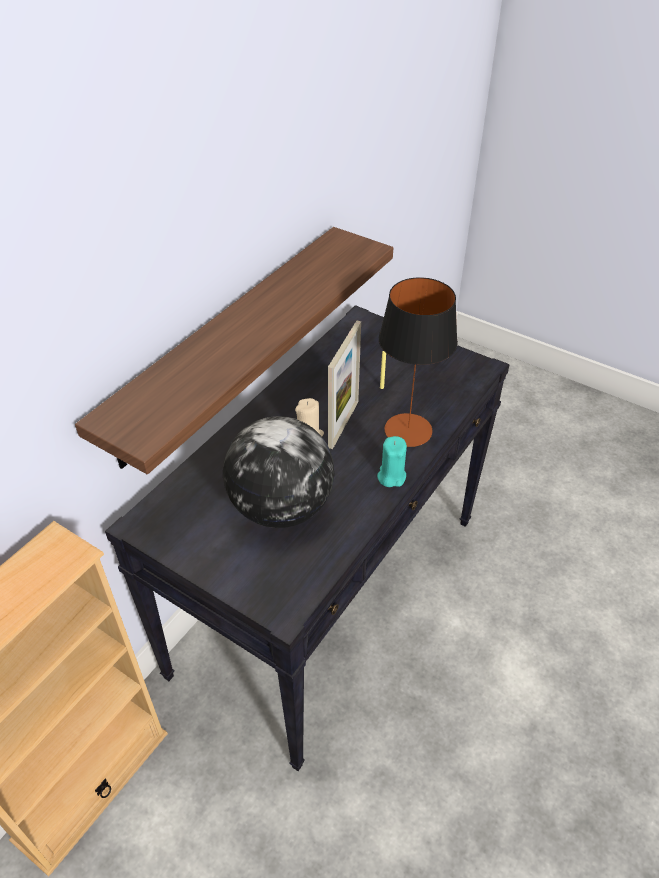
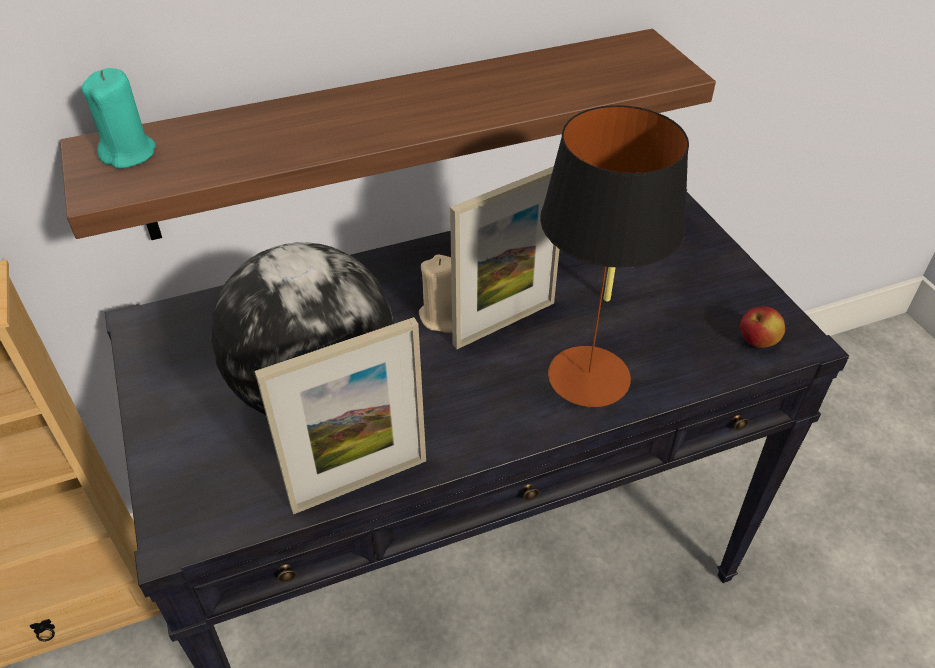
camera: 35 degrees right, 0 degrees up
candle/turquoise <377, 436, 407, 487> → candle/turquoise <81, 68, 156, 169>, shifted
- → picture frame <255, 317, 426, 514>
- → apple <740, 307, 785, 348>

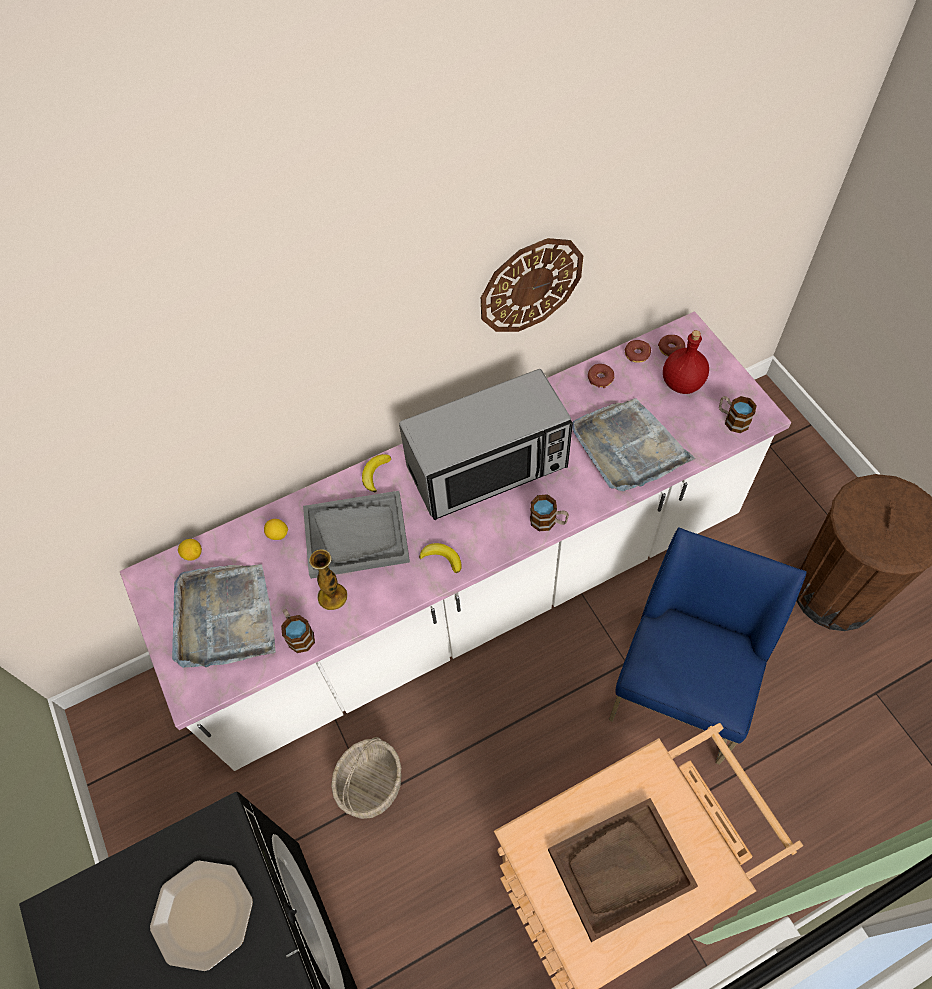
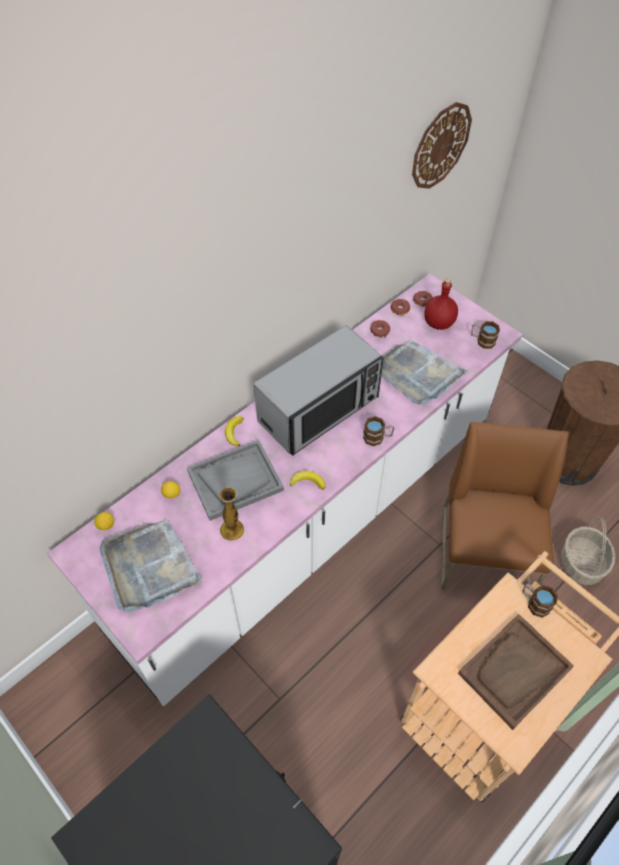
camera: 20 degrees left, 5 degrees down
wall clock <481, 238, 583, 332> → wall clock <412, 102, 472, 189>, shifted
chair/blue <609, 527, 807, 765> → chair/brown <441, 422, 569, 590>
mug <281, 609, 315, 653> → mug <522, 584, 558, 618>, shifted
basket <331, 737, 401, 819> → basket <561, 517, 615, 585>, shifted
plate <150, 861, 253, 971> → -

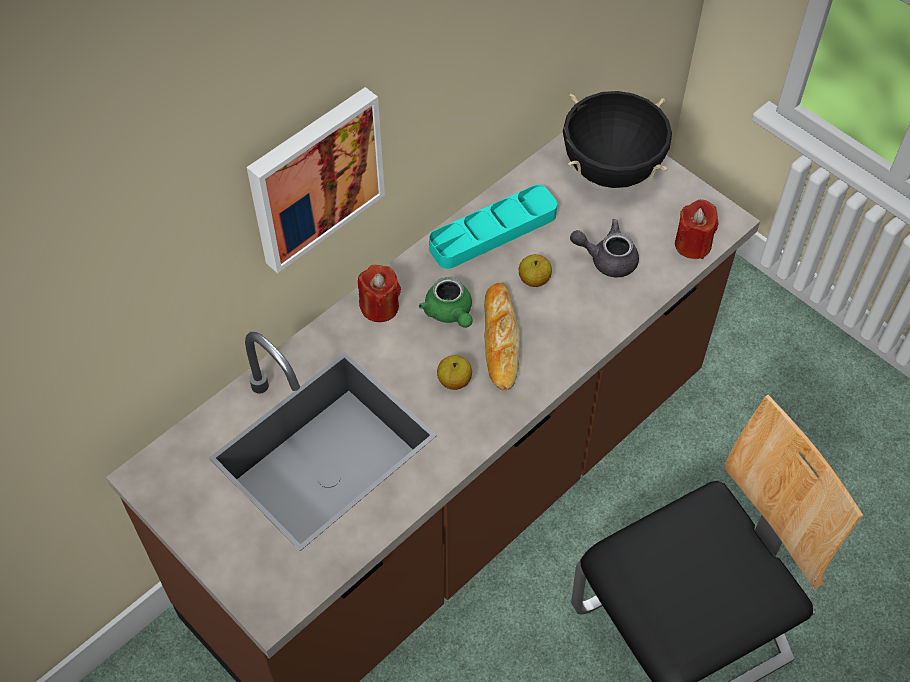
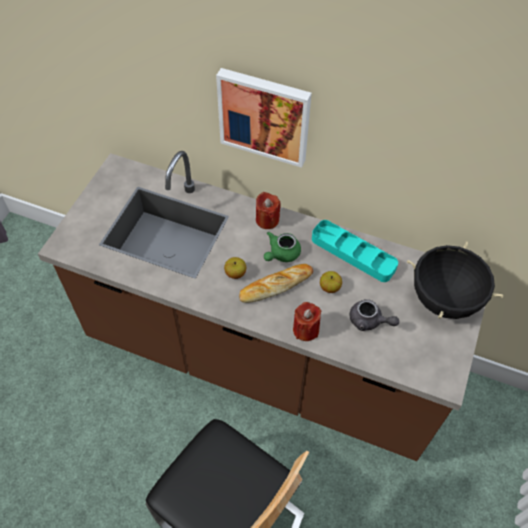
camera: 65 degrees right, 0 degrees up
candle/red <675, 200, 719, 259> → candle/red <293, 302, 321, 341>, shifted
teapot/grey <570, 219, 639, 278> → teapot/grey <350, 299, 399, 331>, 135 degrees clockwise

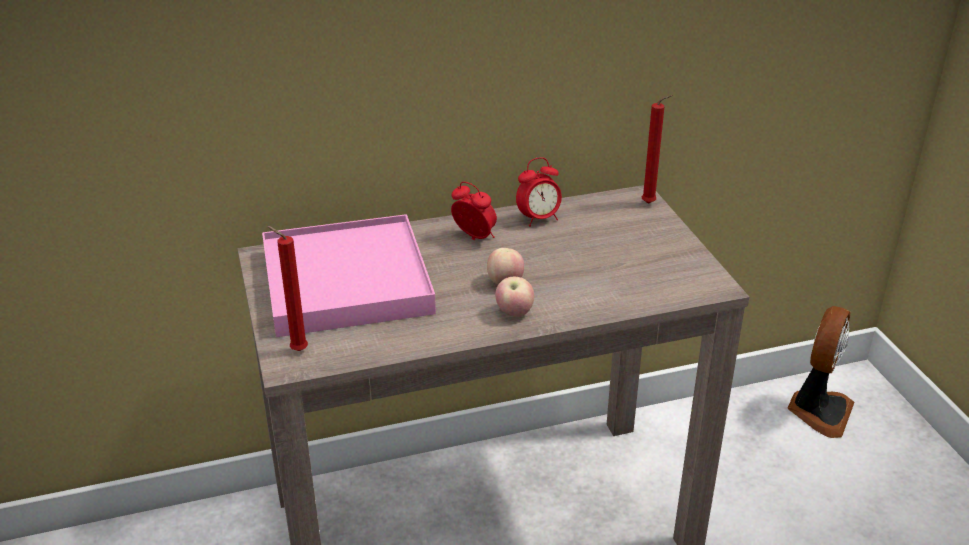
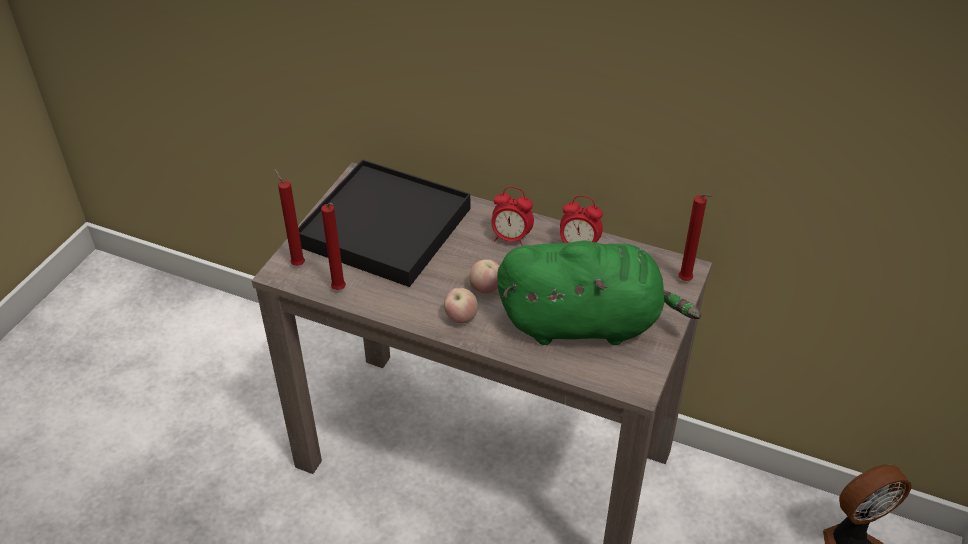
camera: 40 degrees right, 10 degrees up
tray/pink <262, 214, 436, 337> → tray/black <298, 160, 470, 287>
- → candle/red <321, 203, 346, 290>
alarm clock <451, 182, 497, 240> → alarm clock <491, 187, 534, 245>, 120 degrees clockwise
- → plush toy/green <497, 241, 701, 345>

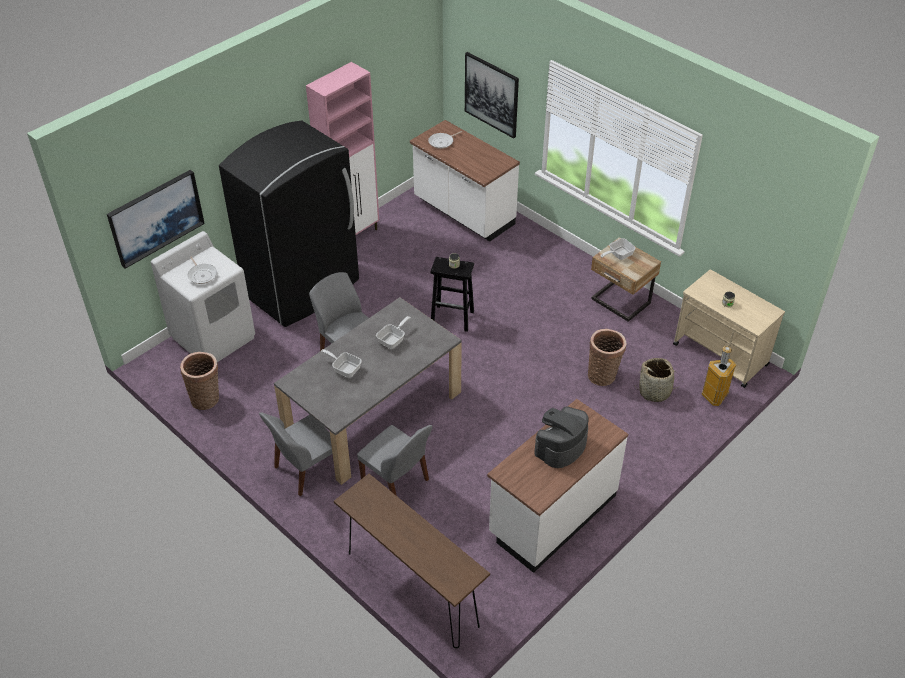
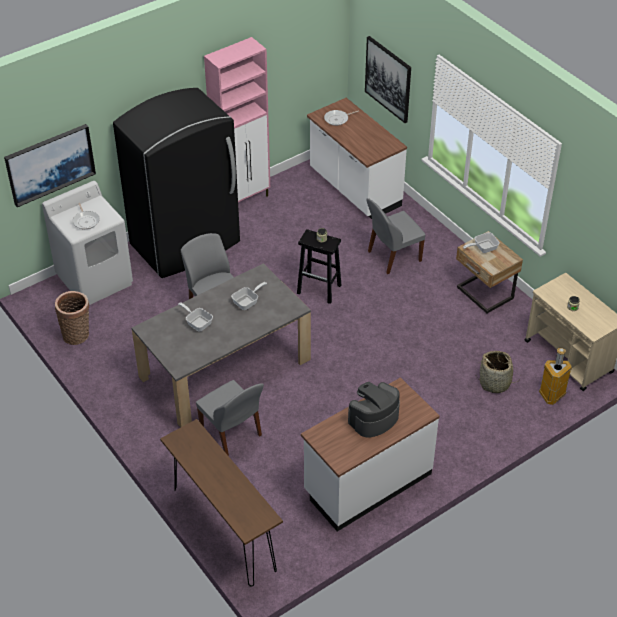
camera: 10 degrees right, 0 degrees up
chair/grey <259, 412, 332, 496> → chair/grey <366, 198, 425, 274>, shifted
basket <588, 329, 626, 386> → -

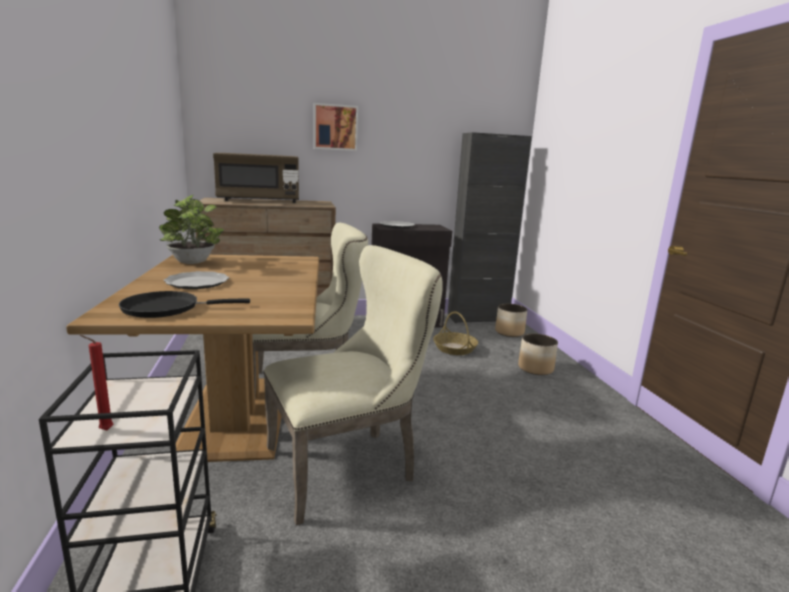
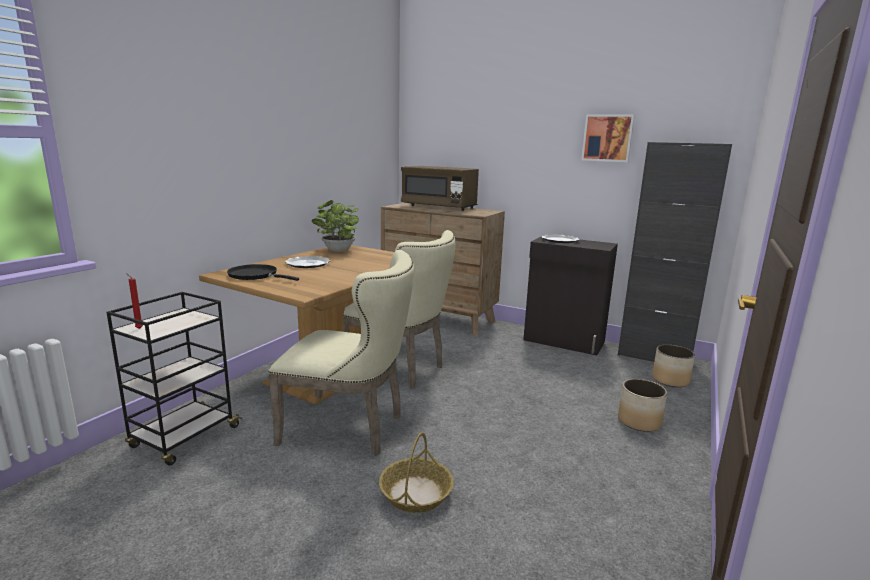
camera: 40 degrees right, 0 degrees up
basket <433, 311, 478, 355> → basket <379, 432, 454, 513>, shifted
picture <314, 103, 358, 151> → picture <581, 114, 635, 162>, shifted

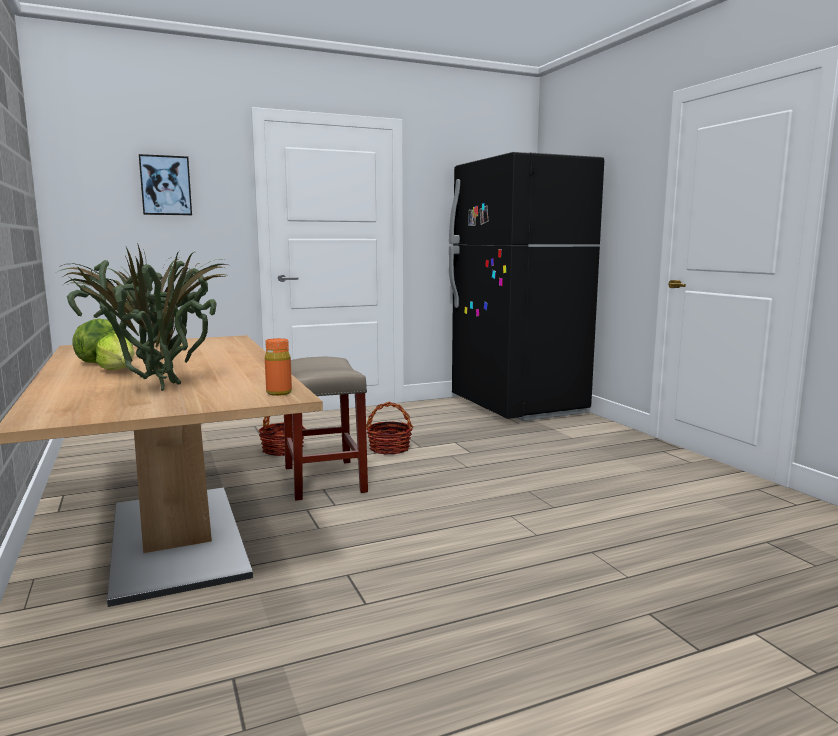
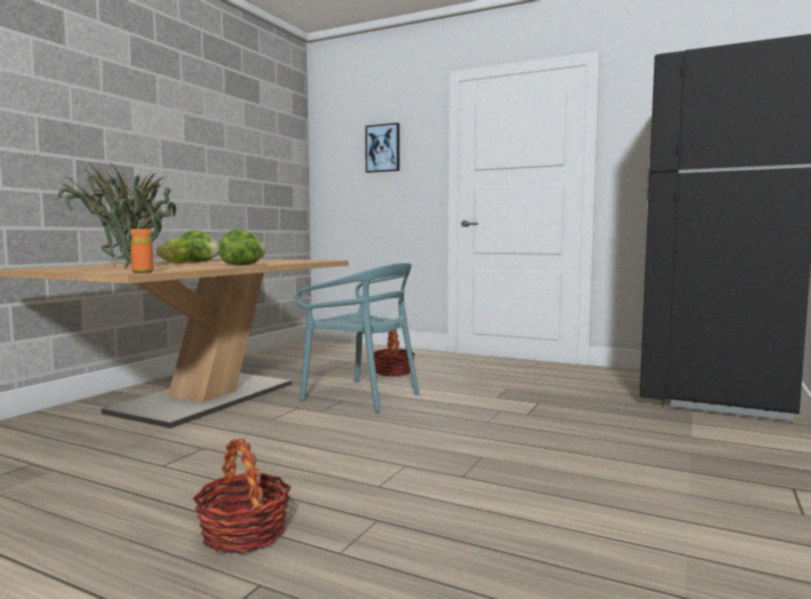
camera: 50 degrees right, 5 degrees down
basket <366, 402, 413, 454> → basket <193, 439, 291, 554>, shifted
- → lettuce <219, 229, 265, 265>
stool/beige <284, 357, 368, 501> → chair/turquoise <295, 263, 419, 412>

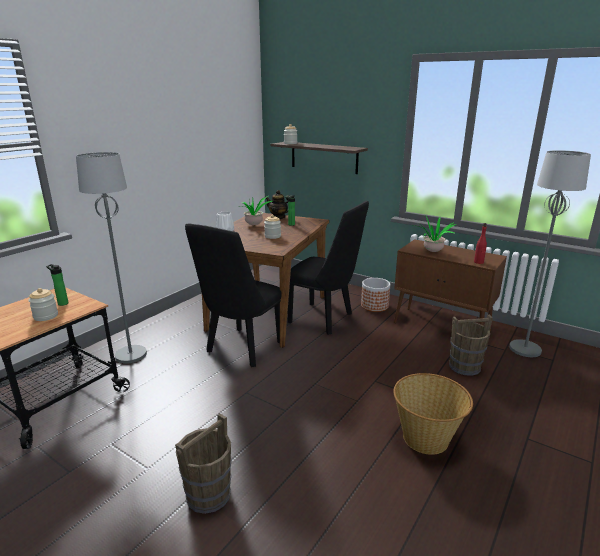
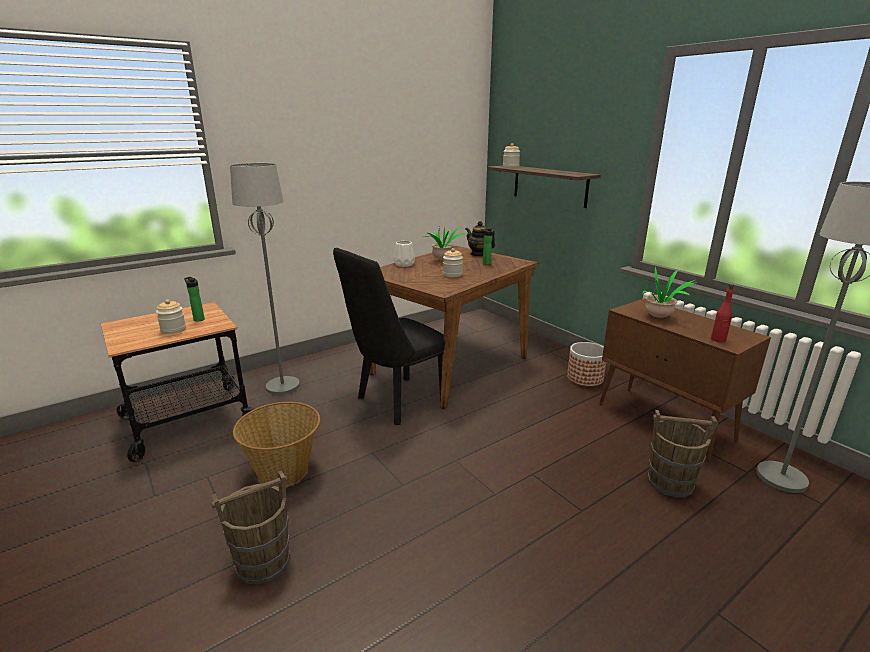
camera: 20 degrees right, 0 degrees up
basket <393, 373, 473, 455> → basket <233, 402, 320, 488>, shifted
chair/black <288, 201, 369, 335> → -

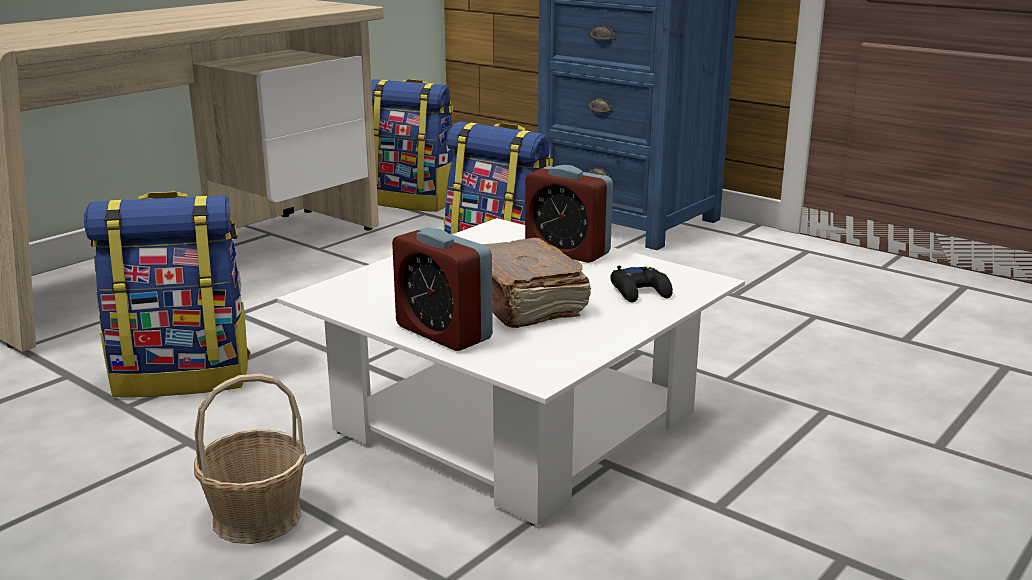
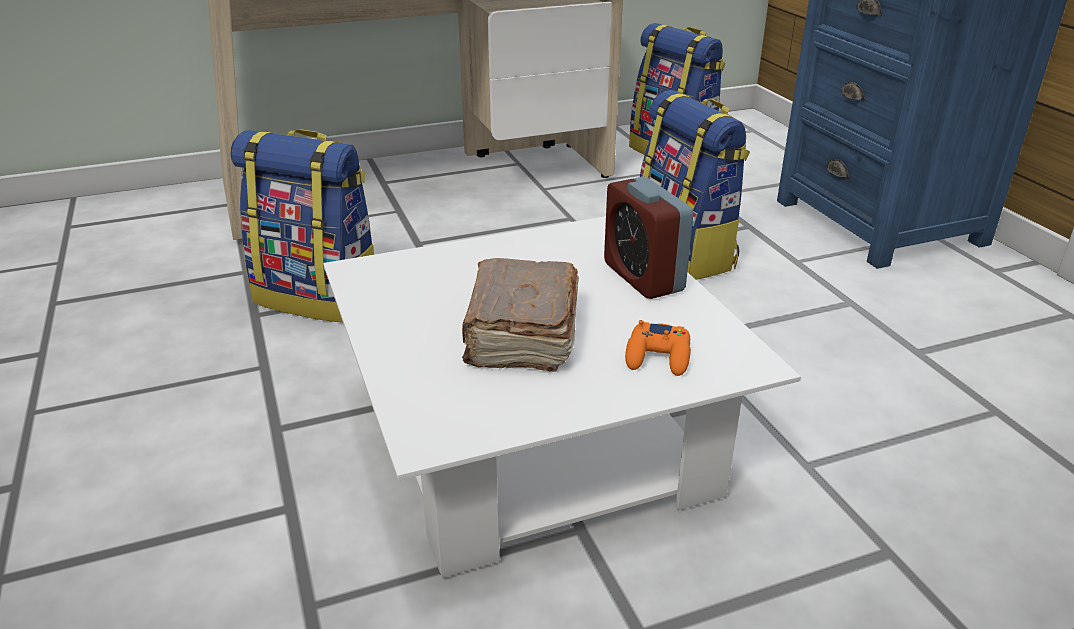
camera: 30 degrees right, 10 degrees up
game controller/black <610, 266, 673, 302> → game controller/orange <625, 320, 691, 376>
basket <194, 373, 307, 544> → -
alarm clock <392, 227, 493, 351> → -

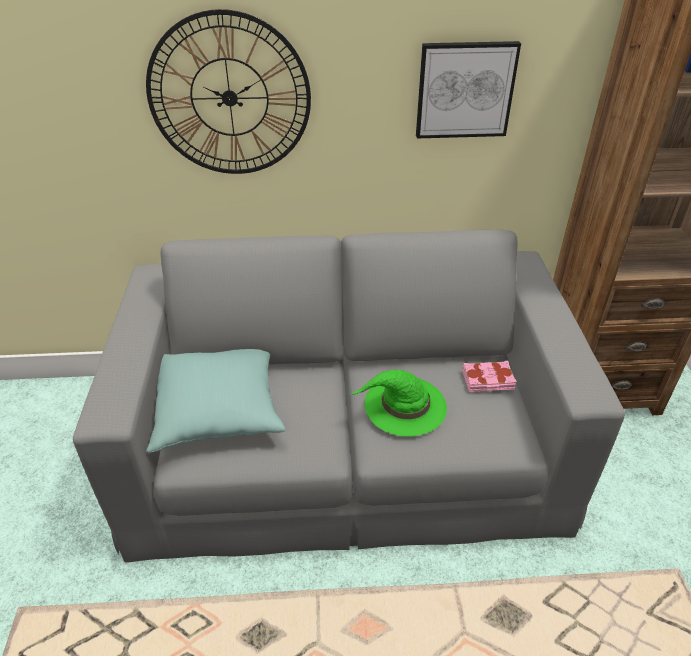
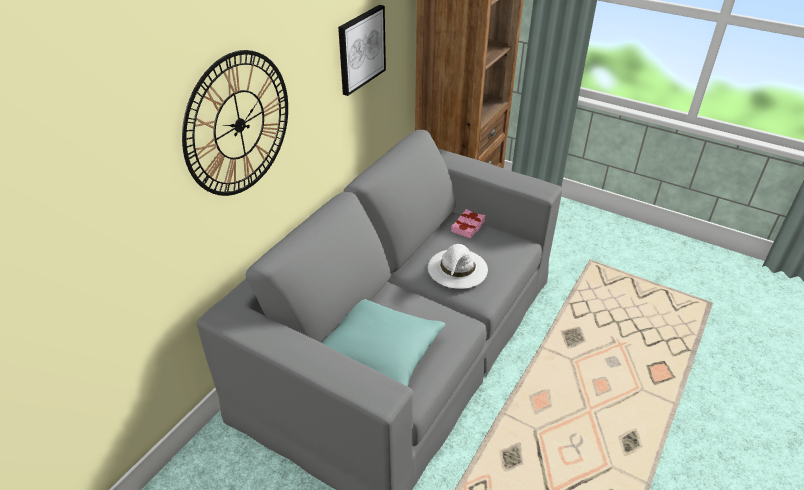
camera: 55 degrees left, 0 degrees up
hat/green <350, 370, 447, 437> → hat/white <428, 244, 488, 289>

